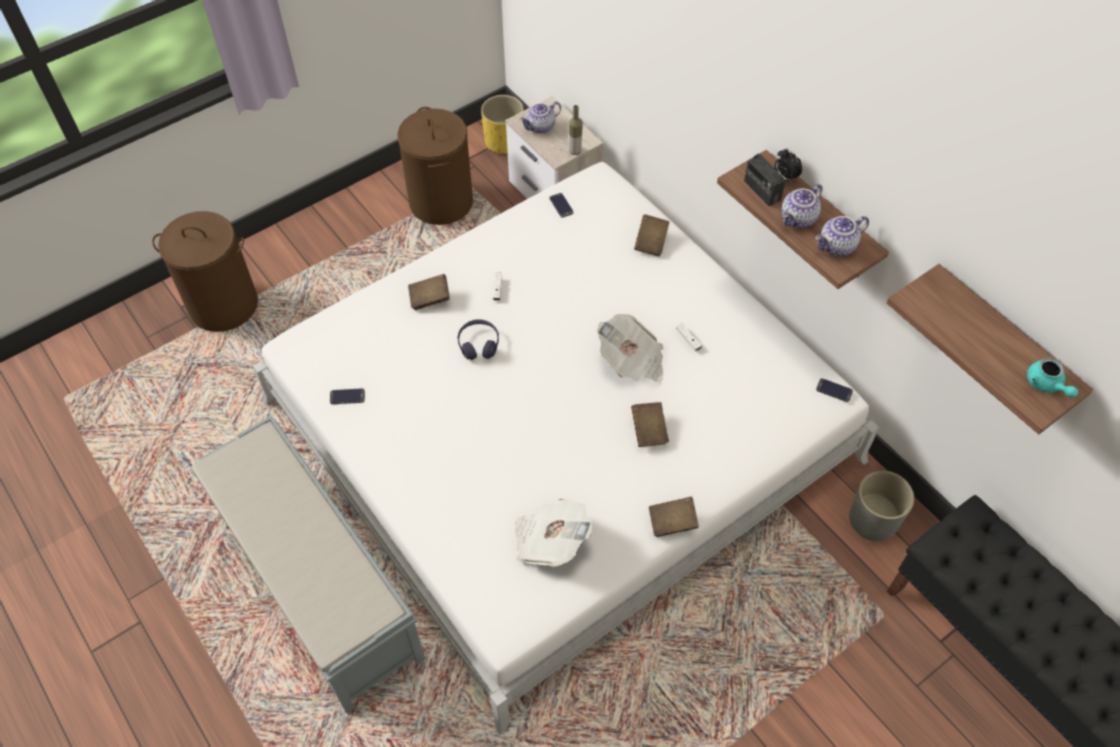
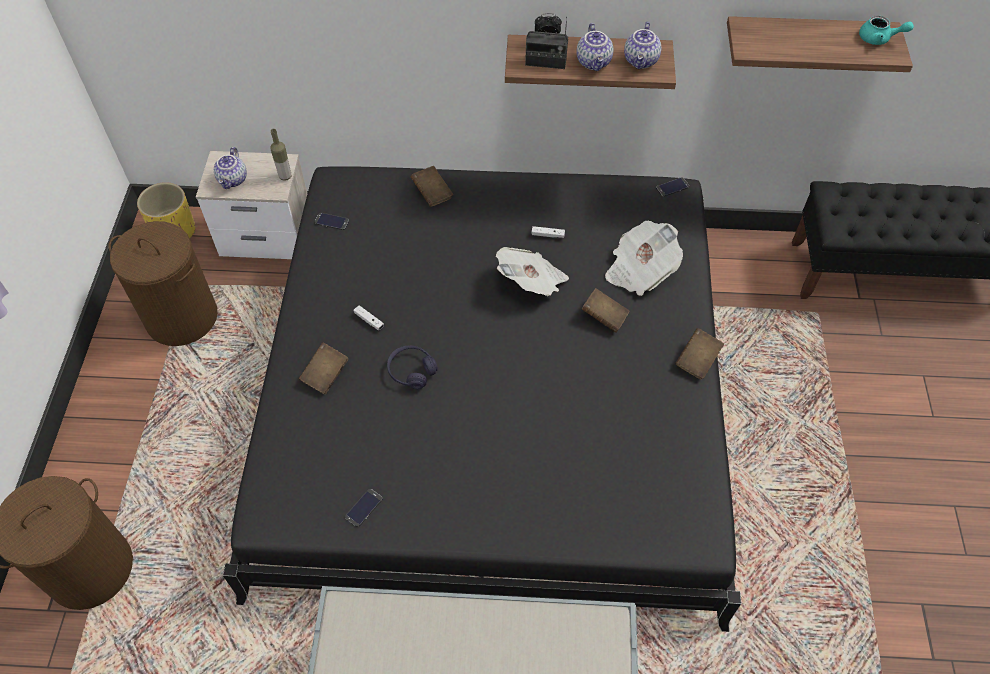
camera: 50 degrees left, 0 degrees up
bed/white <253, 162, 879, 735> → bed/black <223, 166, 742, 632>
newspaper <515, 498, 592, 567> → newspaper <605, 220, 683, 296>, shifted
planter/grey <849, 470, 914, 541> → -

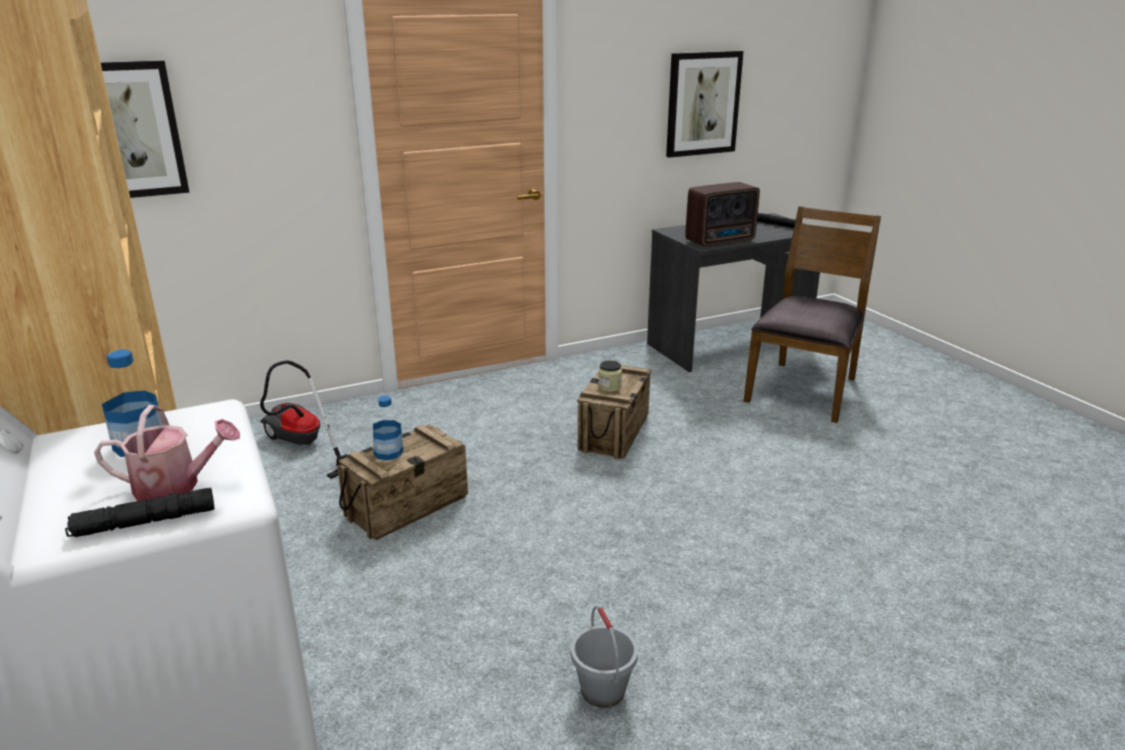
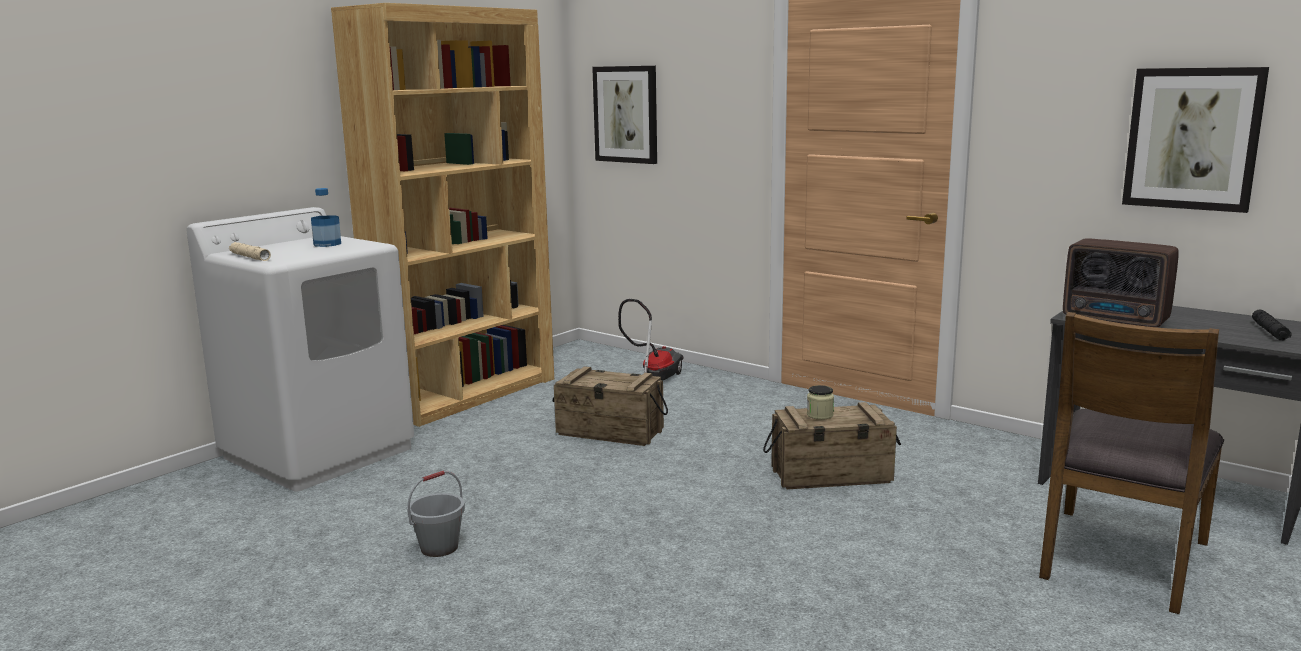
camera: 65 degrees right, 10 degrees down
flashlight/black <65, 488, 215, 537> → flashlight/beige <229, 242, 271, 261>
chair/brown <744, 206, 881, 423> → chair/brown <1039, 312, 1224, 614>, 120 degrees clockwise
watering can <94, 405, 240, 501> → -
bottle <373, 396, 404, 460> → -

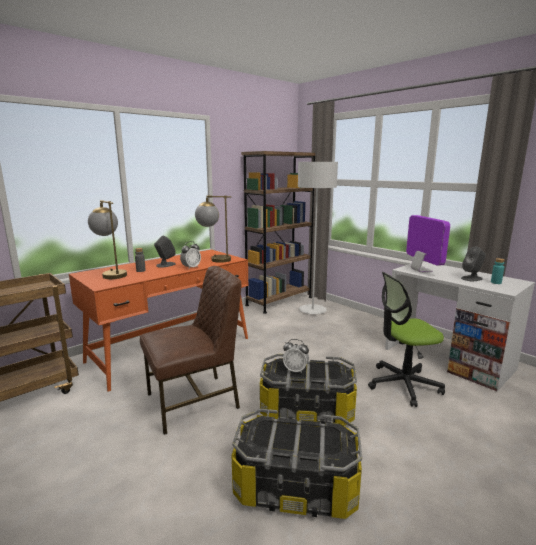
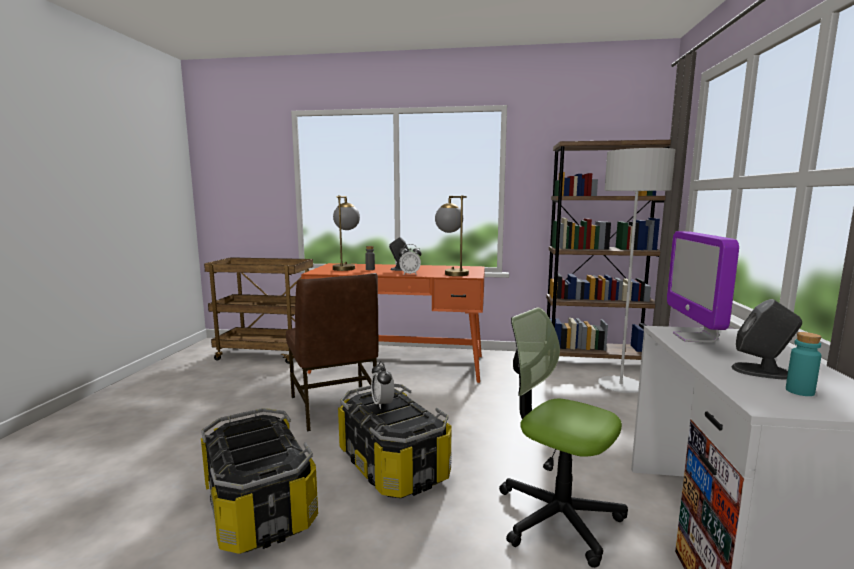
camera: 50 degrees right, 5 degrees down
chair/brown <140, 266, 241, 435> → chair/brown <286, 273, 379, 431>, 45 degrees clockwise
monitor <406, 215, 450, 273> → monitor <667, 231, 739, 343>, 150 degrees clockwise

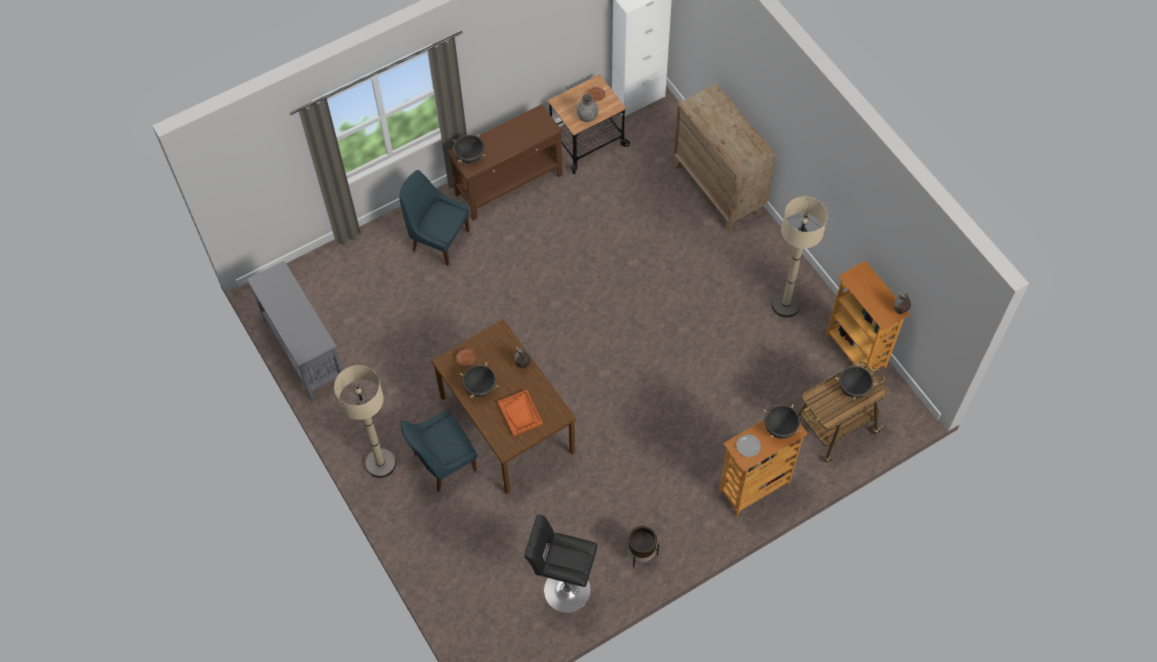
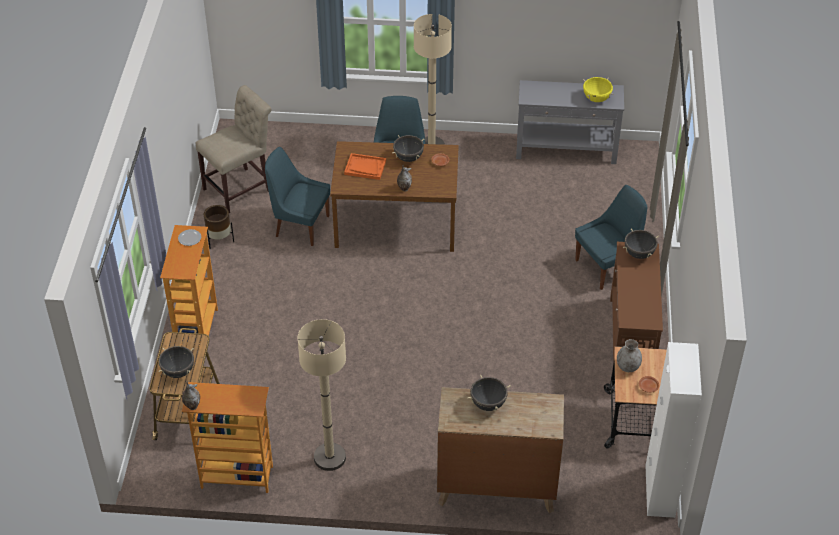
camera: 125 degrees right, 15 degrees down
stool/black <524, 514, 598, 613> → chair/beige <195, 85, 272, 213>
- → chair/blue <265, 147, 330, 246>
cooking pot/black <763, 404, 802, 439> → cooking pot/black <467, 375, 511, 411>, shifted
- → cooking pot/yellow <583, 77, 613, 102>

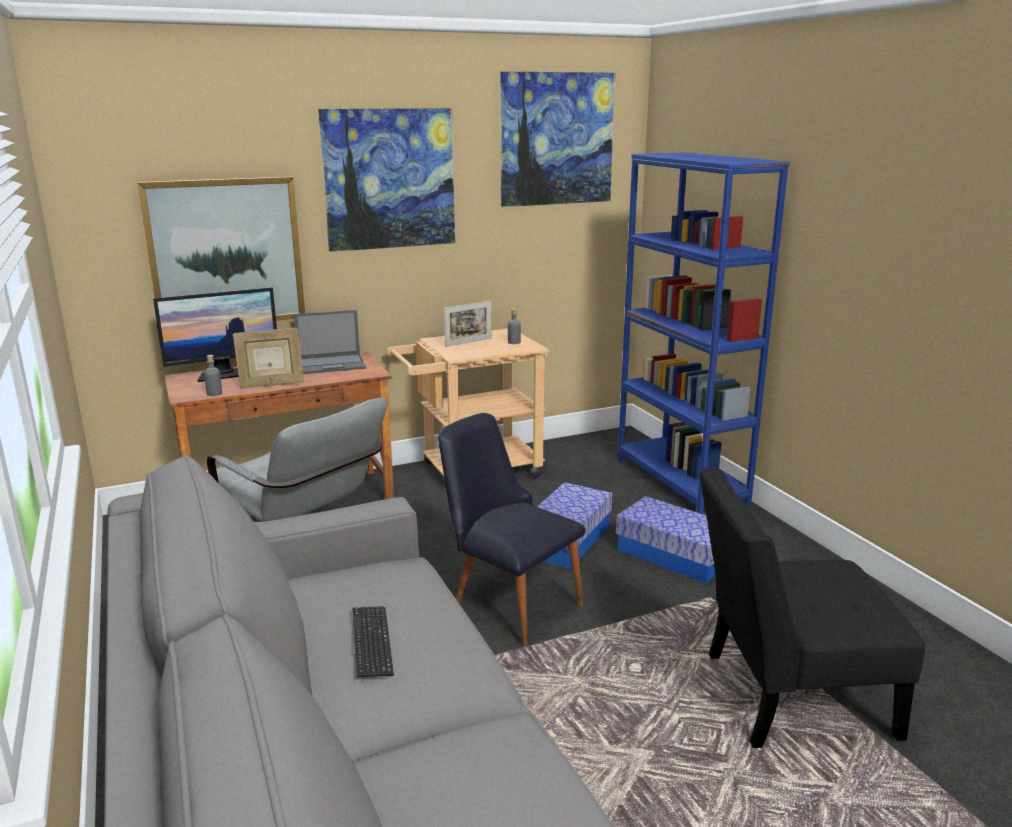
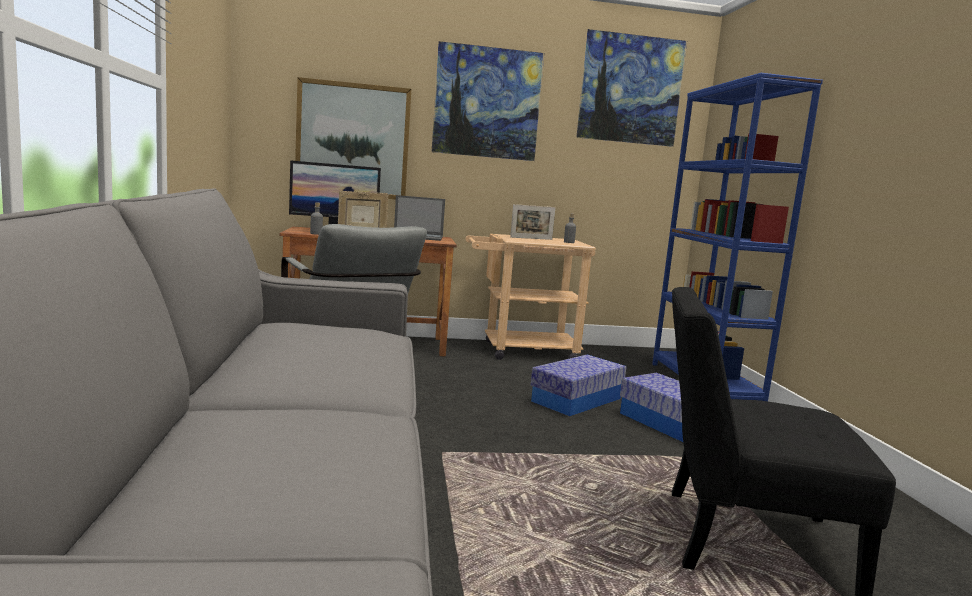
camera: 15 degrees right, 10 degrees down
keyboard <352, 606, 394, 677> → -
chair/black <438, 413, 585, 647> → -

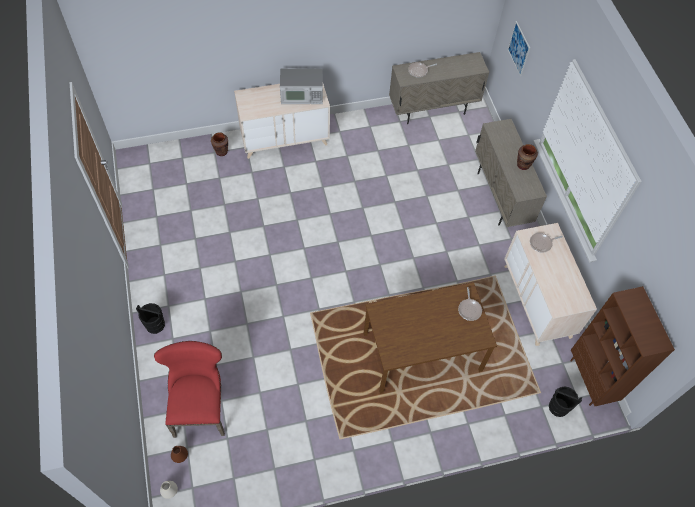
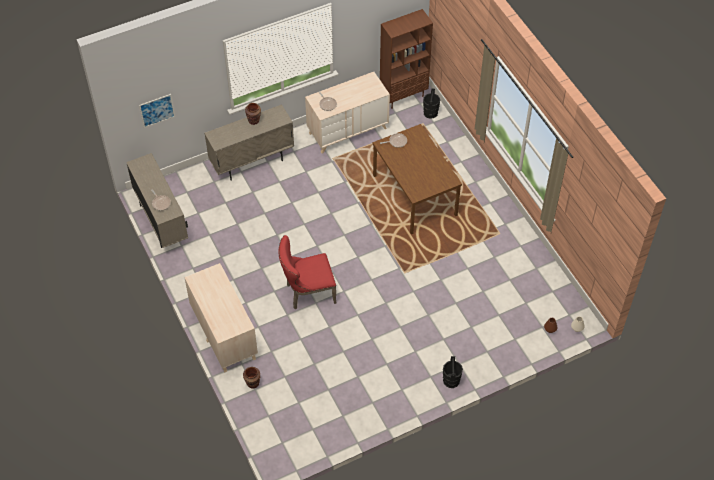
camera: 100 degrees left, 5 degrees down
chair/red <154, 341, 225, 438> → chair/red <278, 235, 336, 310>, shifted
microwave <280, 69, 323, 104> → -

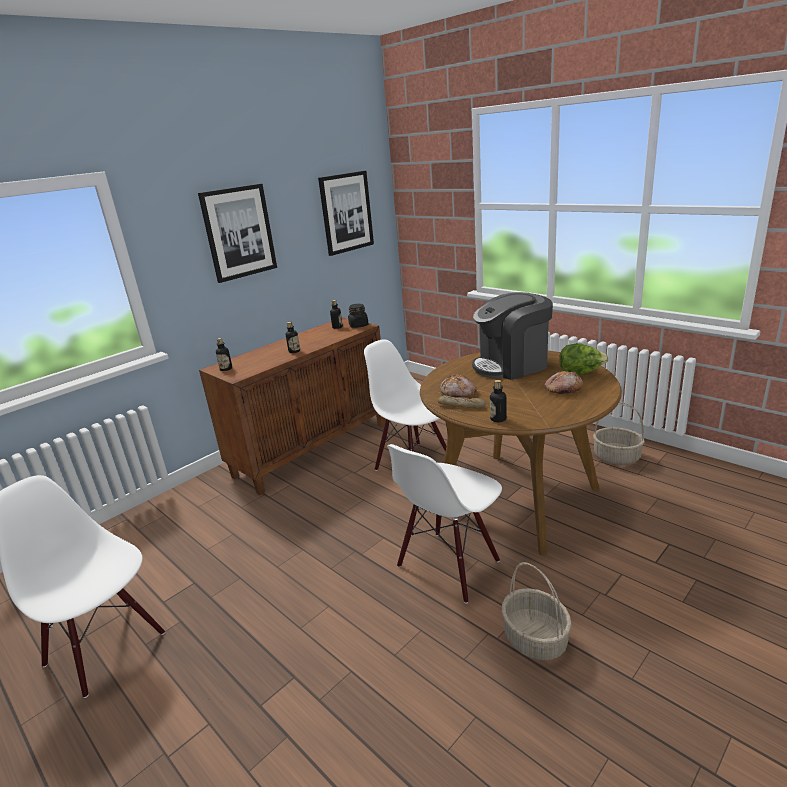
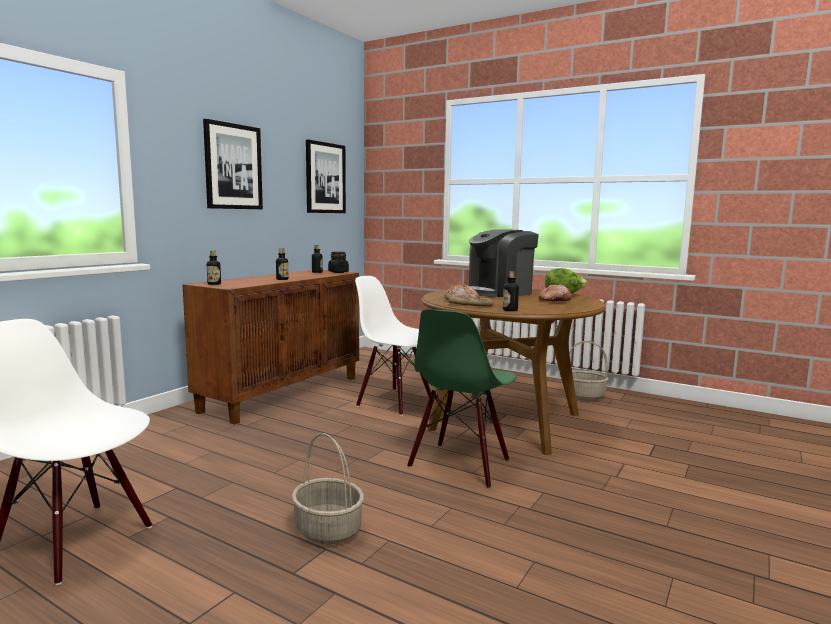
camera: 15 degrees left, 15 degrees down
basket <502, 562, 572, 661> → basket <291, 433, 364, 544>, shifted
chair/white <387, 444, 502, 604> → chair/green <407, 309, 516, 488>

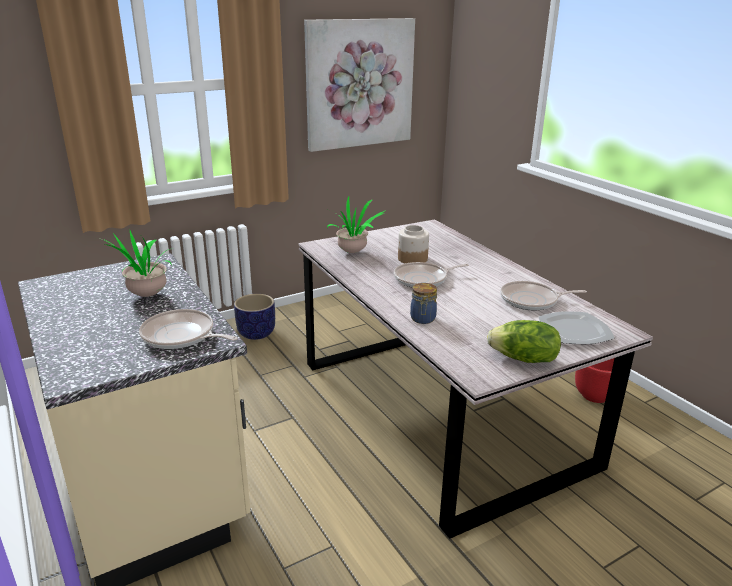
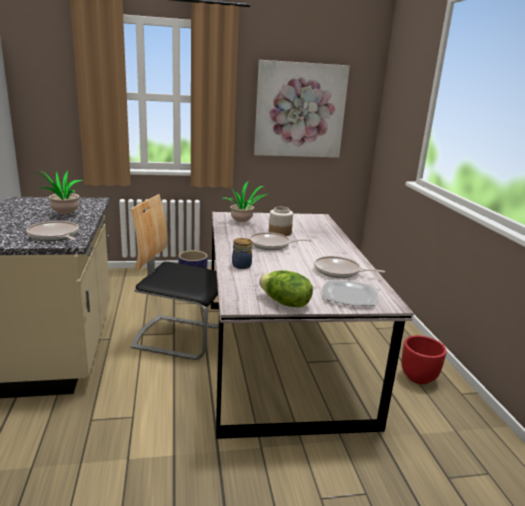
camera: 20 degrees right, 5 degrees down
- → chair <131, 194, 224, 360>

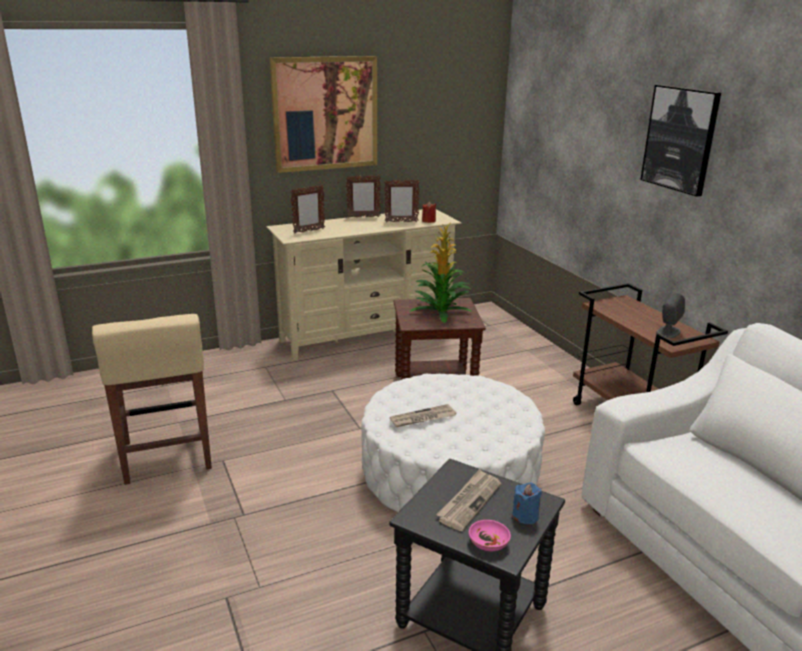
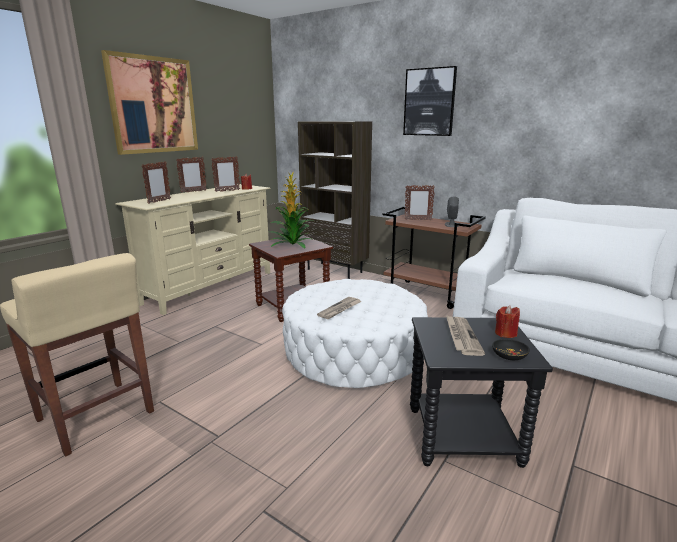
camera: 30 degrees left, 5 degrees down
- → bookcase/brown <298, 121, 372, 279>
- → picture frame <405, 185, 435, 220>
bowl/pink <469, 520, 511, 551> → bowl/black <492, 339, 530, 360>
candle/blue <512, 482, 542, 524> → candle/red <495, 305, 520, 338>

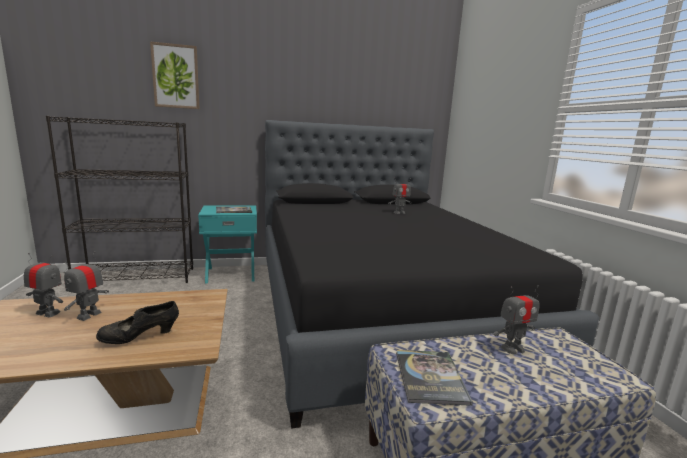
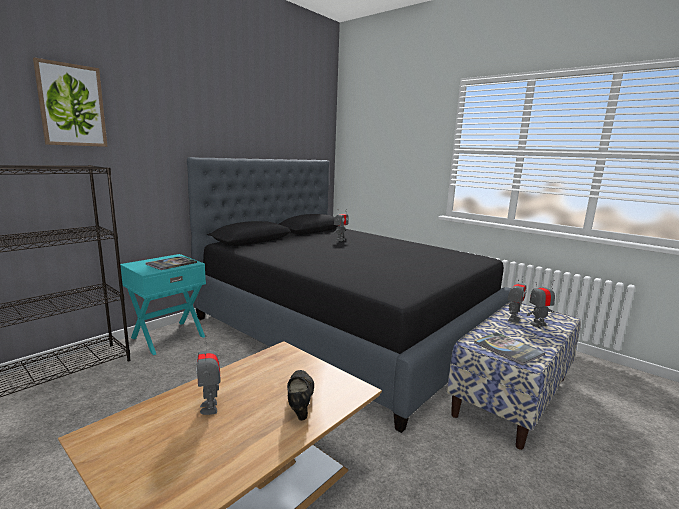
camera: 35 degrees left, 0 degrees up
shoe/black <96, 301, 179, 344> → shoe/black <287, 370, 314, 421>, 150 degrees clockwise
toy robot <24, 253, 63, 317> → toy robot <527, 280, 555, 327>, shifted

